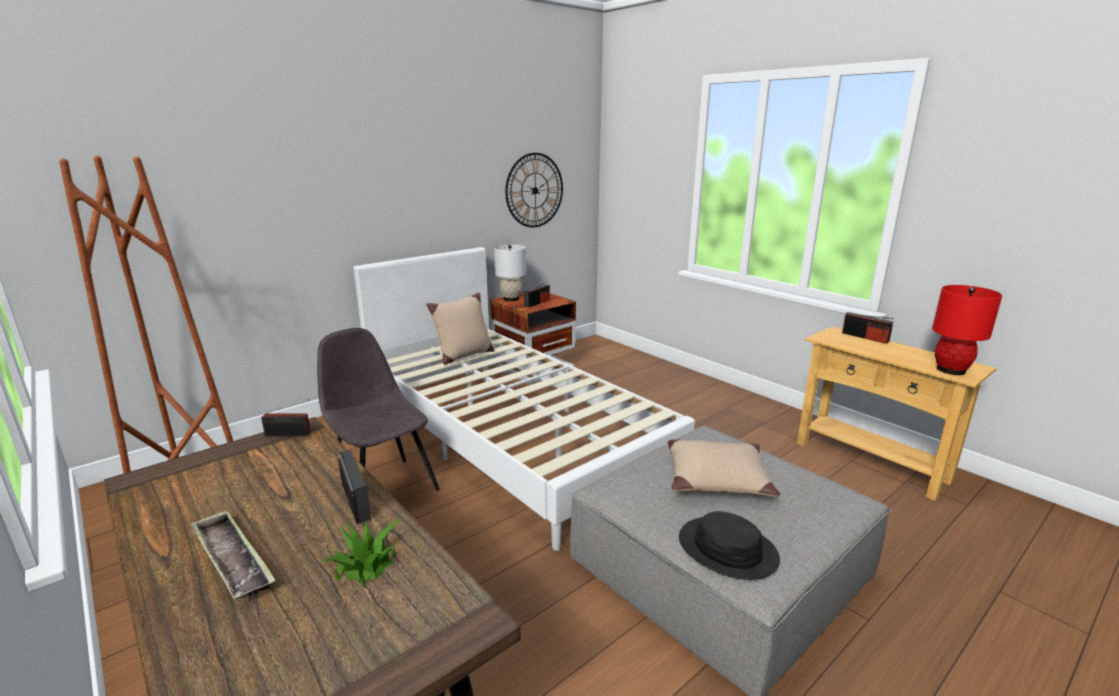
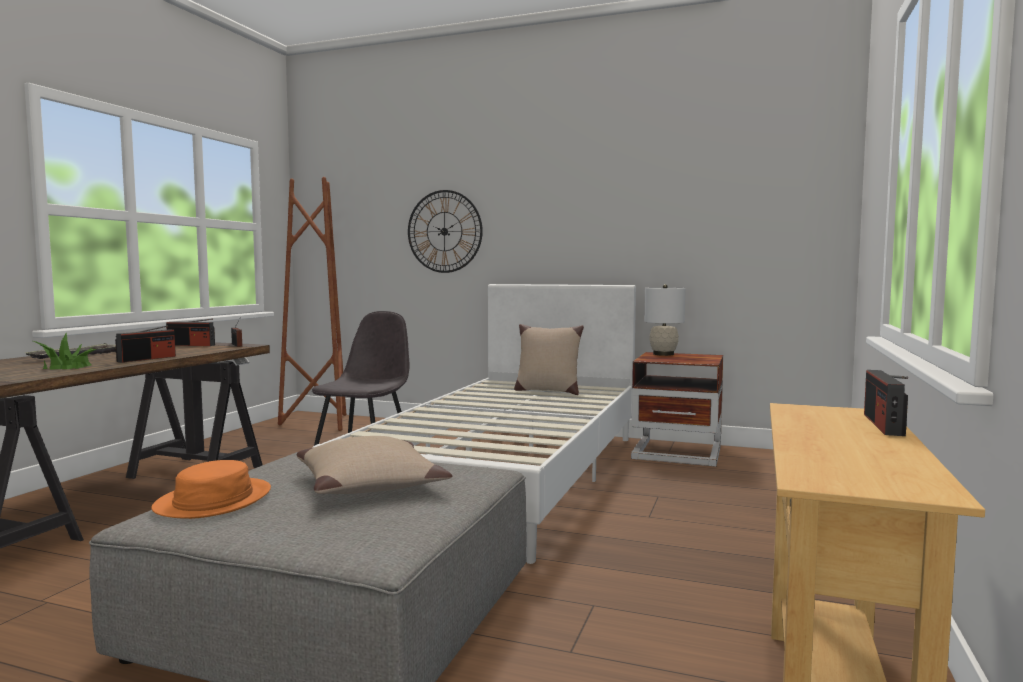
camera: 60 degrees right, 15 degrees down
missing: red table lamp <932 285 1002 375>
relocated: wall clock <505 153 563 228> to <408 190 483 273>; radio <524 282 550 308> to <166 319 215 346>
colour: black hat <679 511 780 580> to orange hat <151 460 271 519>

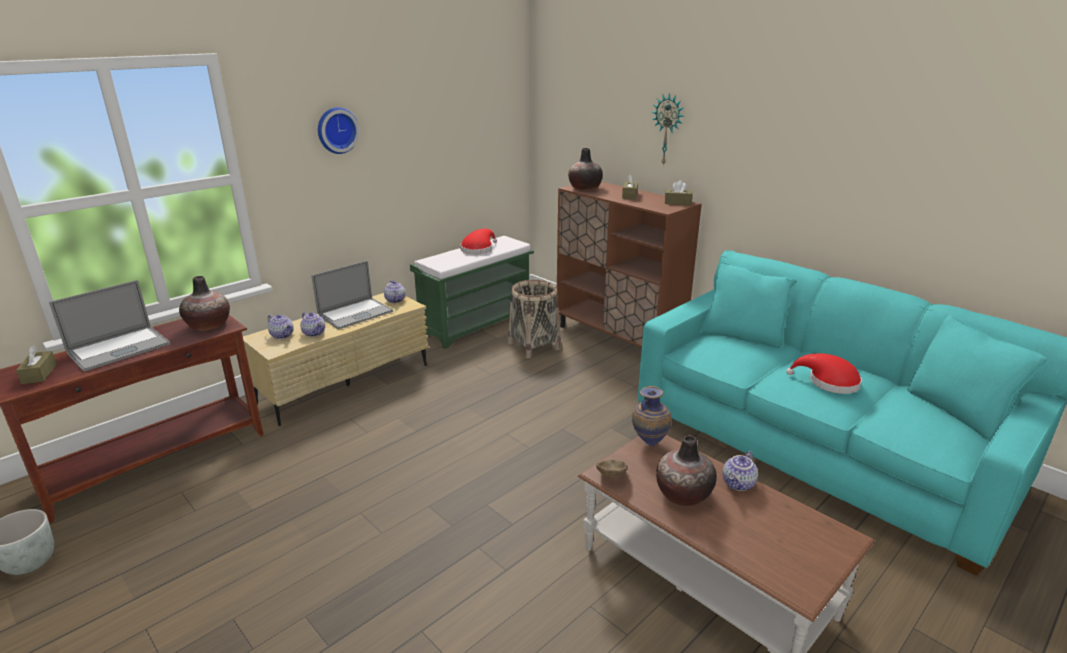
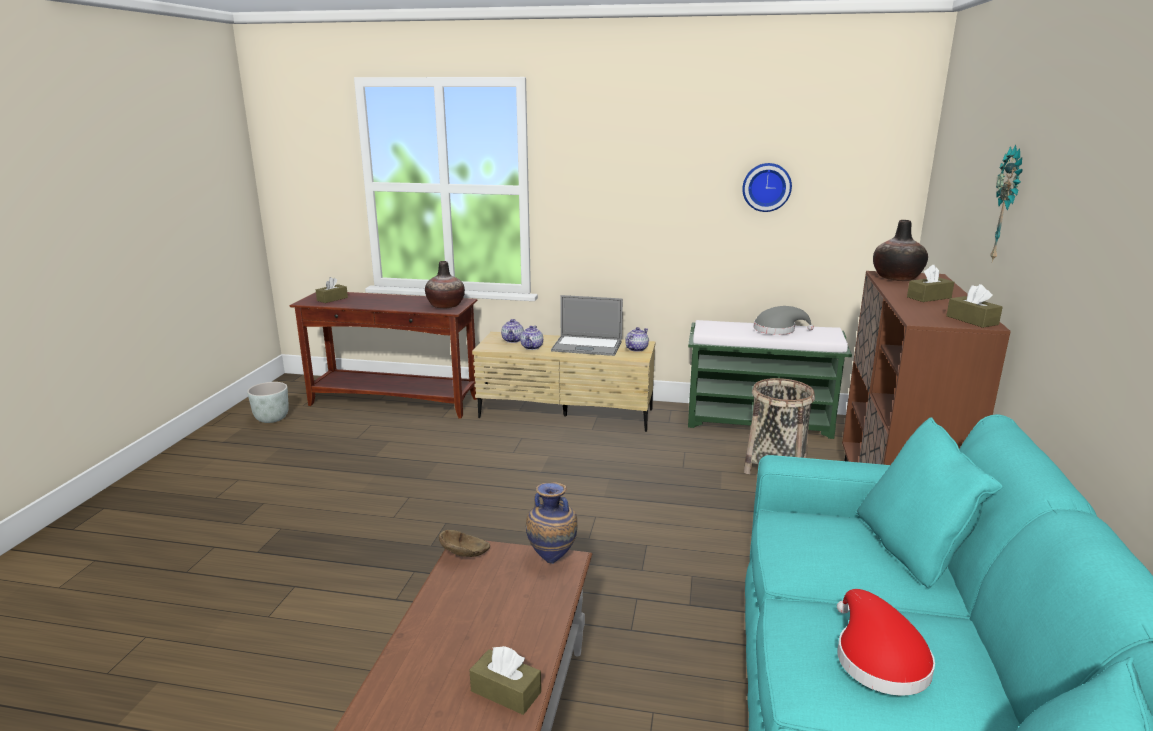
camera: 55 degrees right, 5 degrees down
missing: laptop <49 280 170 372>; vase <656 435 717 506>; teapot <723 451 758 491>
appeared: brown tissue box <470 646 541 715>
relocated: wall clock <318 107 359 154> to <742 163 792 212>
colour: red hat <460 229 497 254> to grey hat <754 306 814 335>

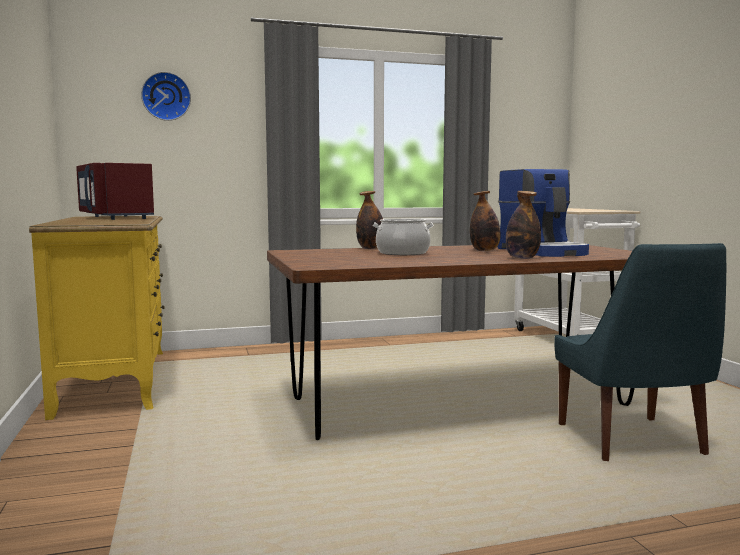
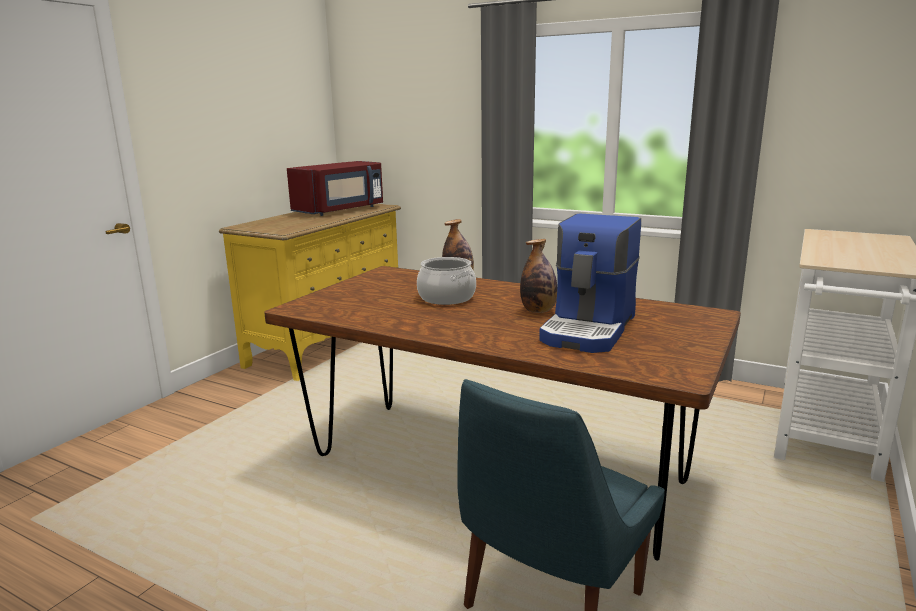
camera: 45 degrees right, 10 degrees up
missing: wall clock <141 72 191 121>; bottle <506 191 541 259>
spun: red microwave <76 163 154 220> = <287 161 383 216> 150 degrees counterclockwise

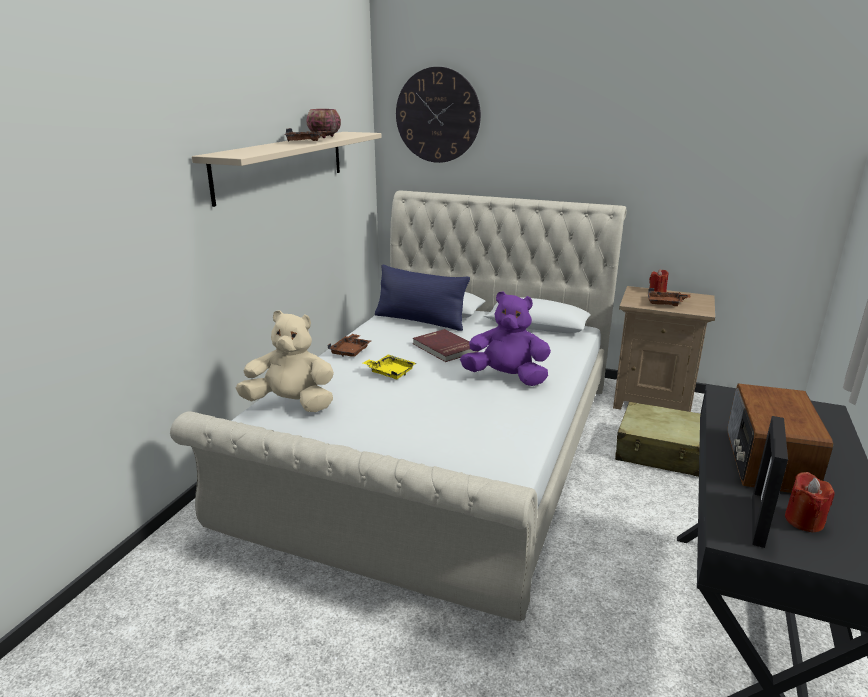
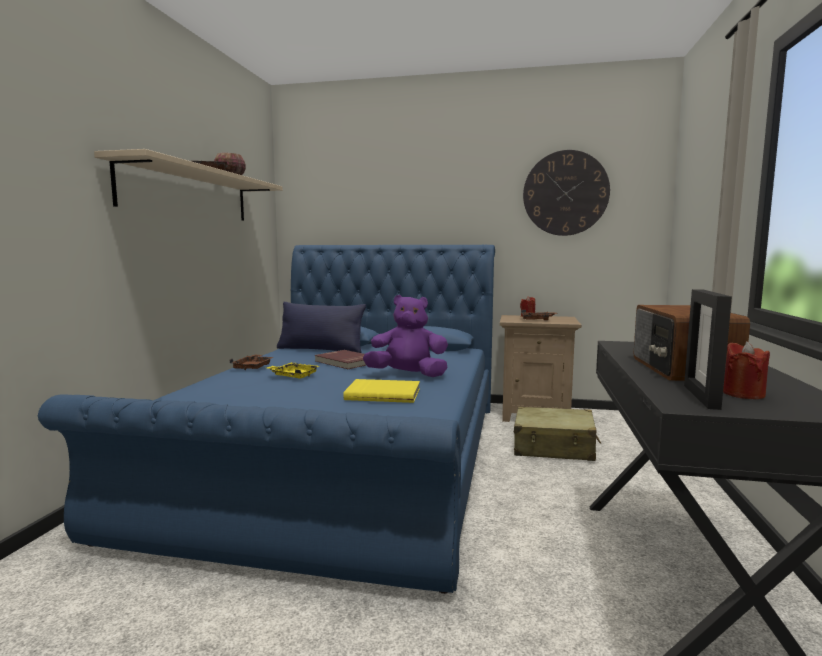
camera: 10 degrees left, 15 degrees down
missing: beige plush toy <236 310 334 412>
appeared: yellow book <343 379 420 403>
relocated: wall clock <396 67 481 163> to <523 150 610 236>
colour: beige bed <170 191 627 622> to blue bed <38 245 495 594>

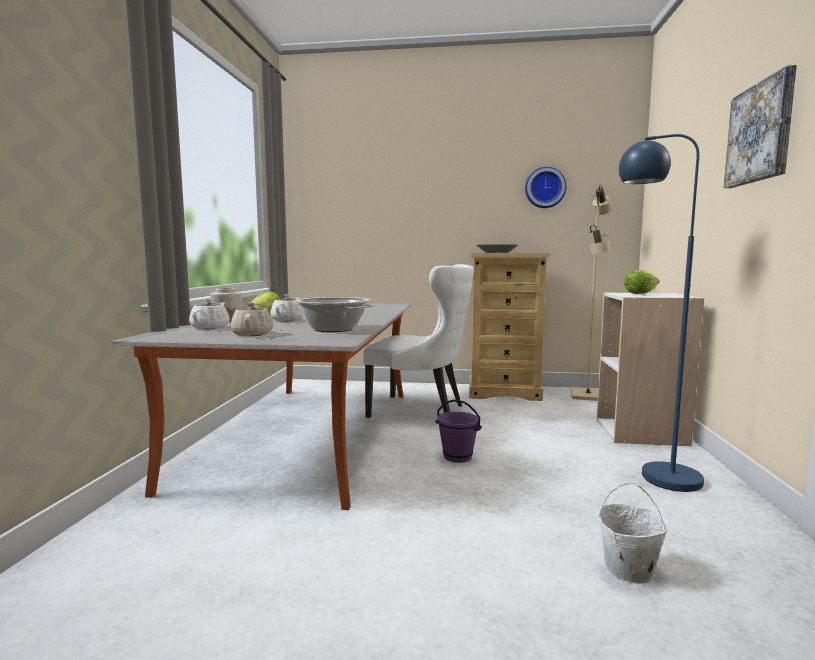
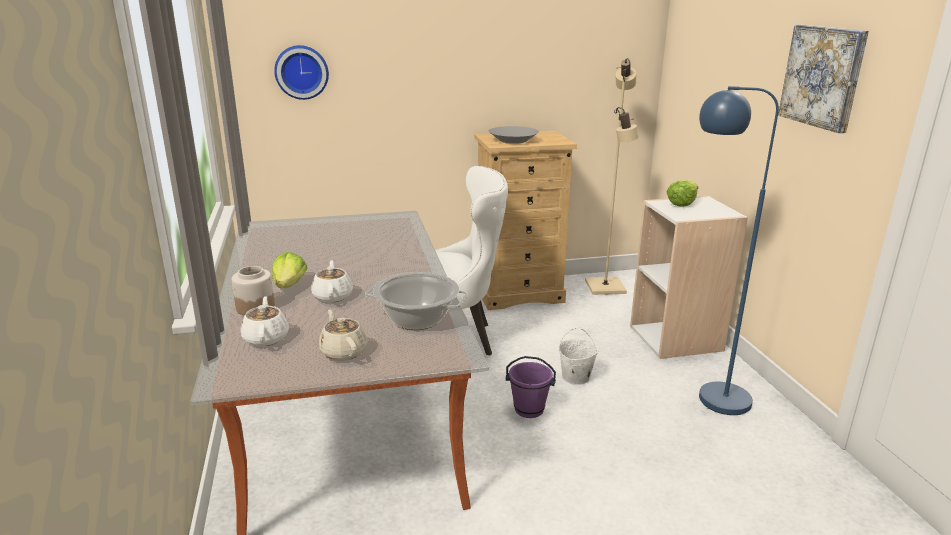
camera: 20 degrees left, 15 degrees up
relocated: wall clock <525 167 567 208> to <274 45 329 100>; white bucket <598 483 669 584> to <559 328 599 385>

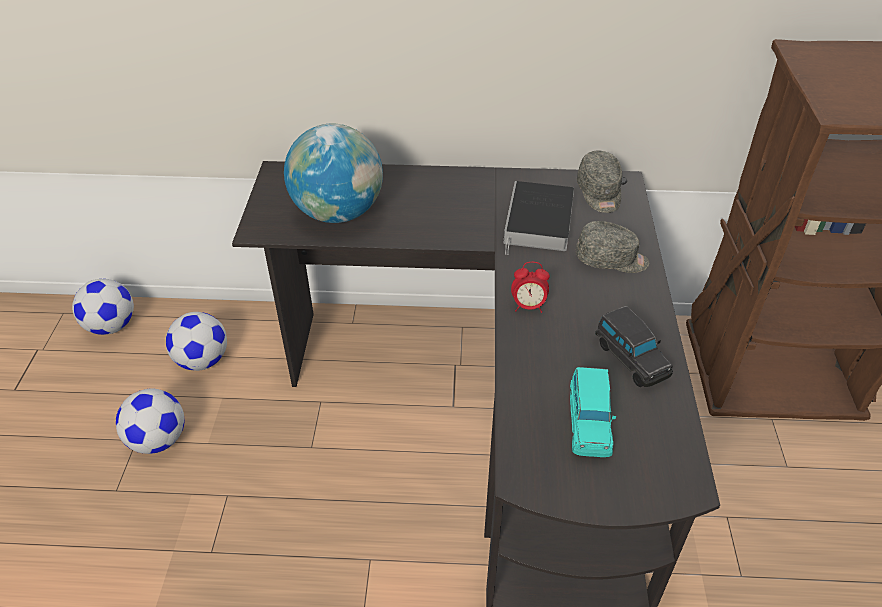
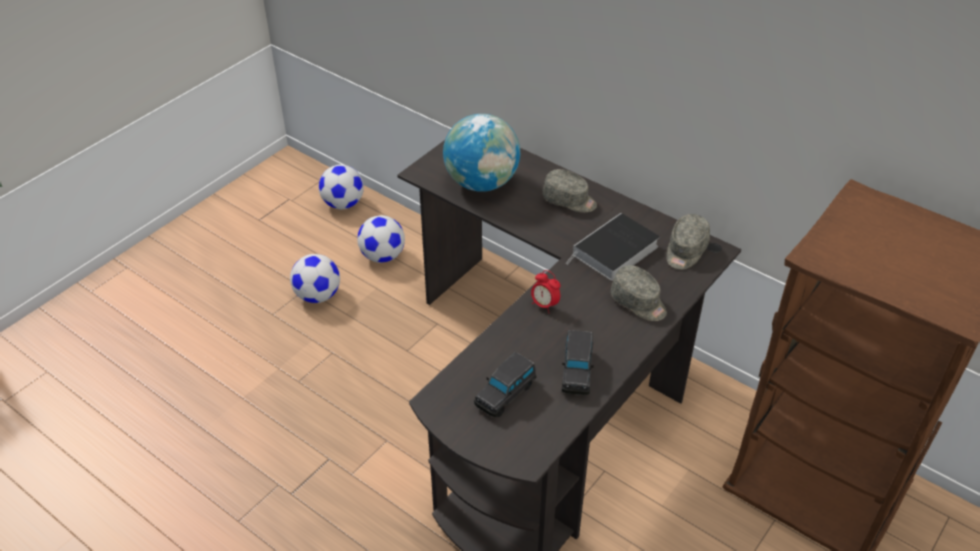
camera: 35 degrees right, 0 degrees up
appeared: grey cap <543 169 597 213>
colour: turquoise toy car <570 367 616 457> to black toy car <474 352 536 417>

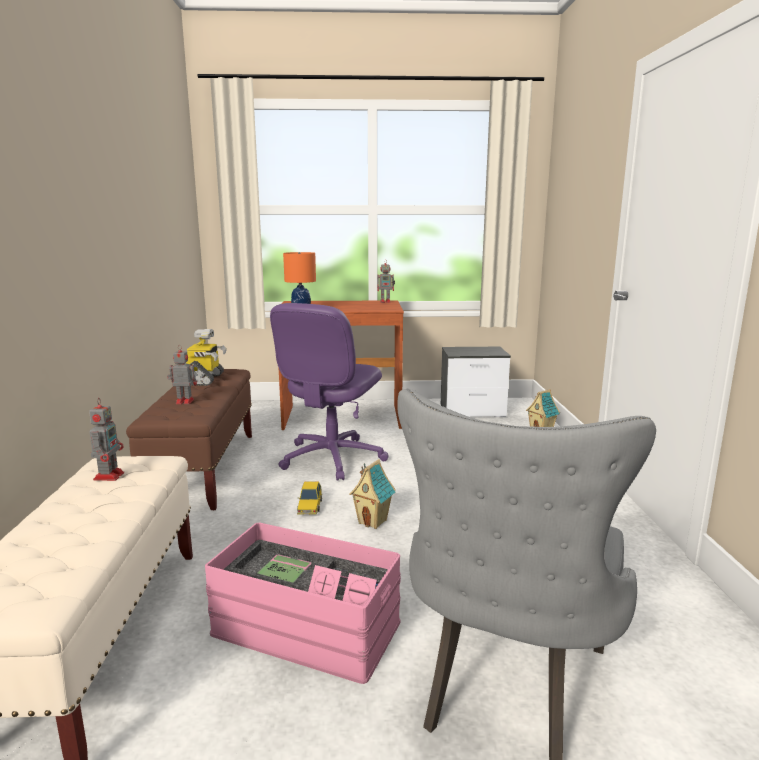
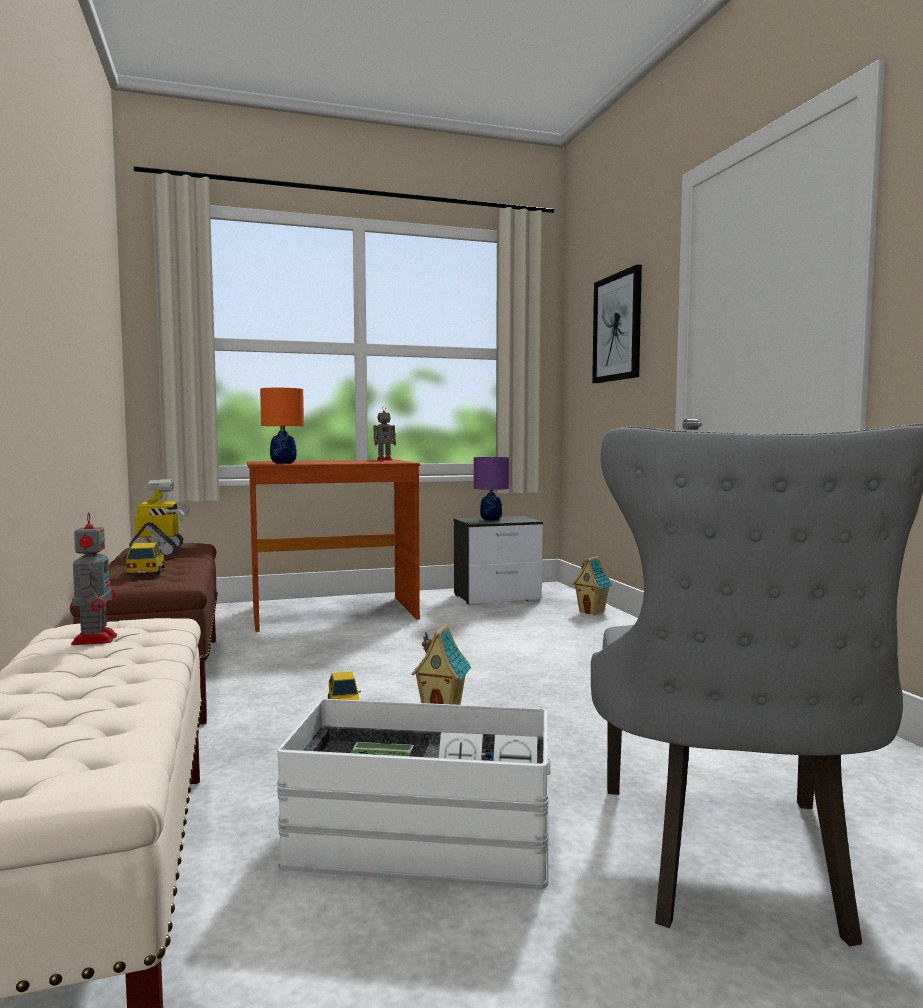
camera: 15 degrees left, 10 degrees down
missing: purple office chair <270 303 389 481>
appeared: picture <592 264 642 383>; purple table lamp <474 456 509 520>
exchanged: toy robot <167 345 197 404> to toy car <126 542 165 575>
colour: pink storage box <205 522 401 684> to white storage box <277 699 551 890>

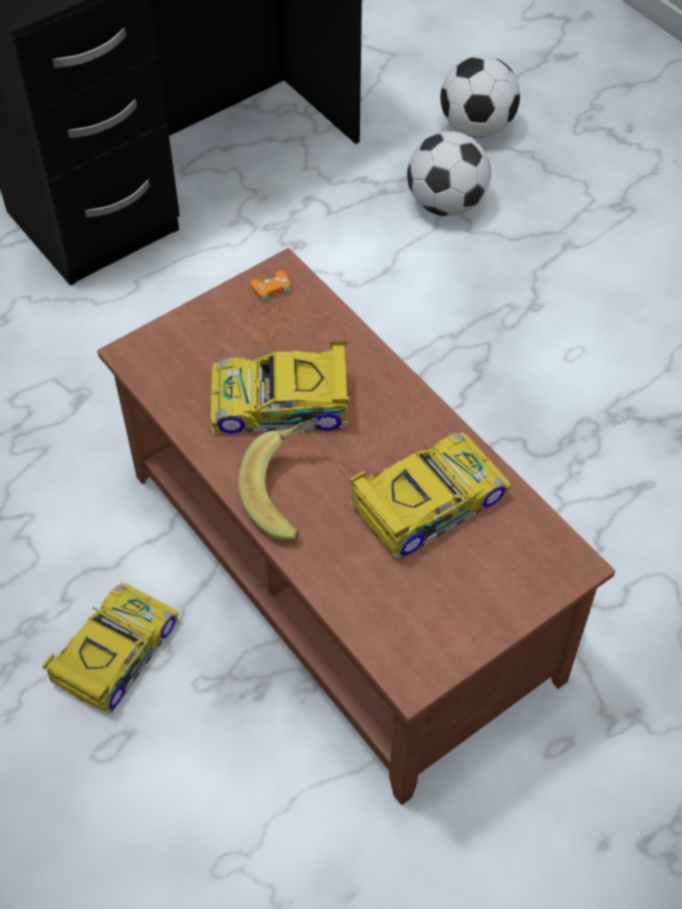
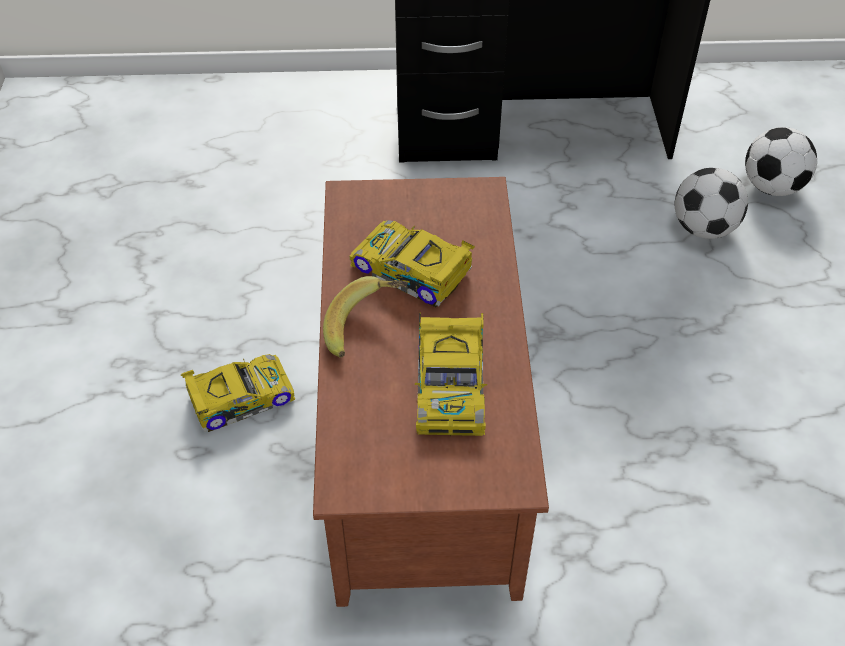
camera: 35 degrees right, 5 degrees down
missing: orange game controller <250 270 334 341>
spun: toy car <349 432 511 559> = <415 312 487 436> 90 degrees clockwise

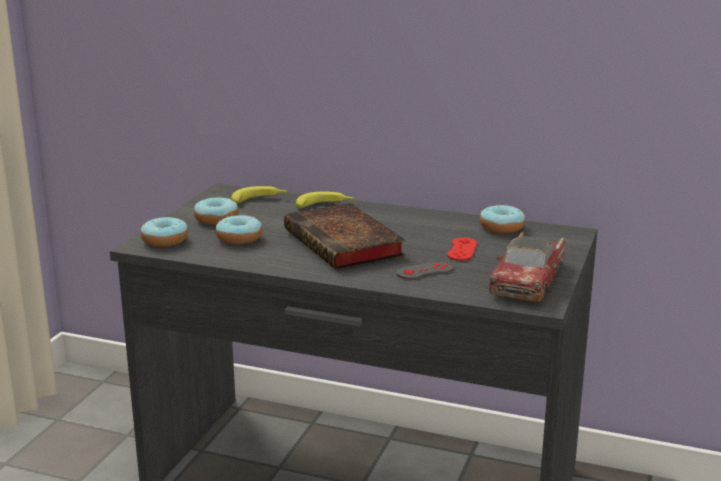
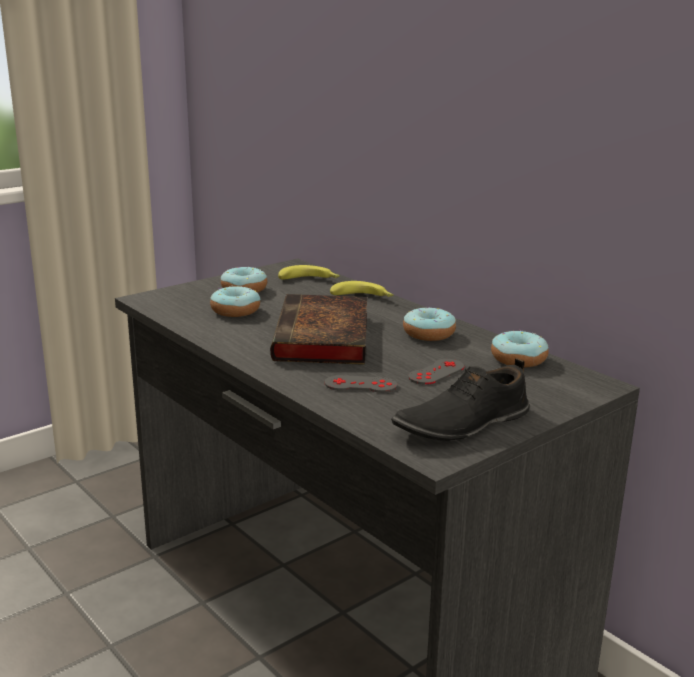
camera: 30 degrees right, 0 degrees up
relocated: donut <141 217 188 247> to <403 307 456 341>
exchanged: toy car <489 232 565 302> to black shoe <391 358 529 441>
colour: red game controller <447 238 477 261> to grey game controller <408 359 464 385>

